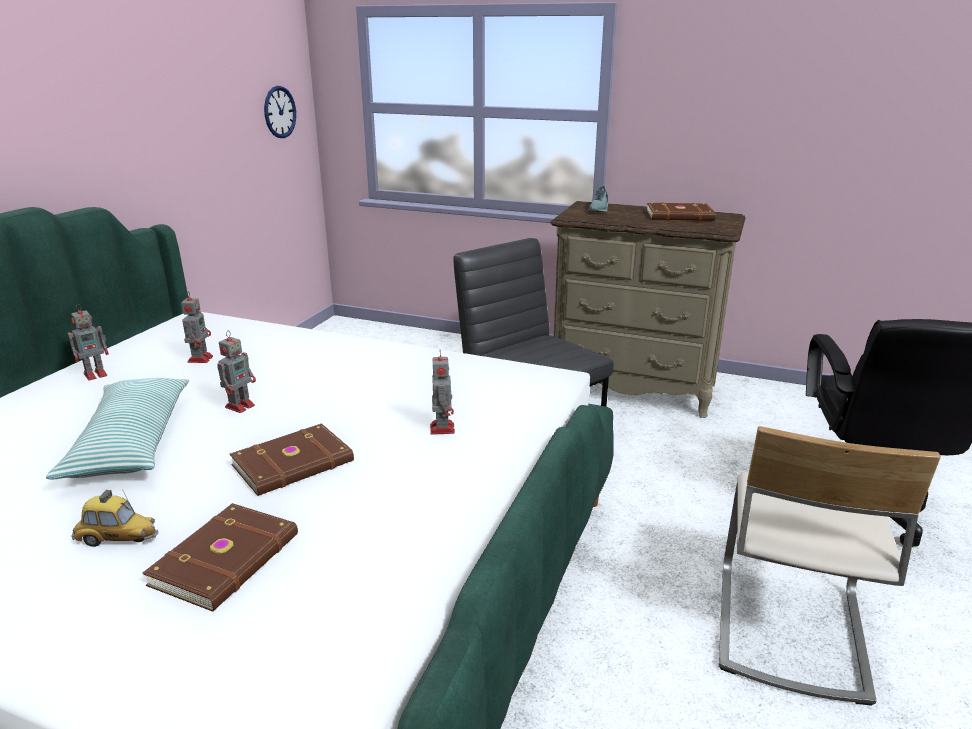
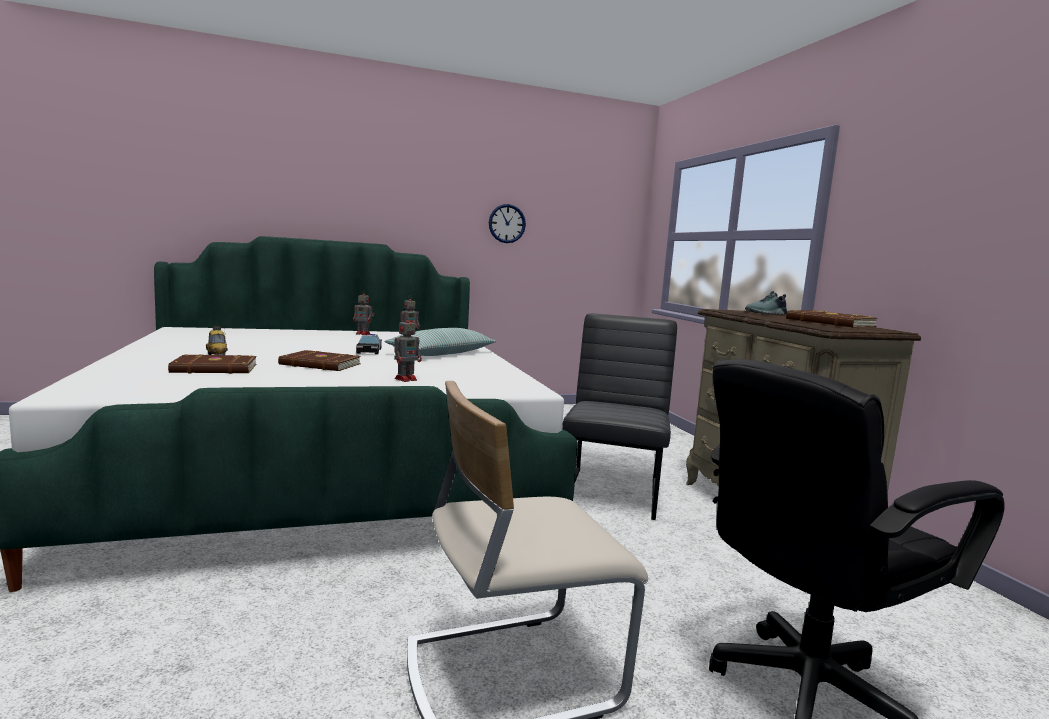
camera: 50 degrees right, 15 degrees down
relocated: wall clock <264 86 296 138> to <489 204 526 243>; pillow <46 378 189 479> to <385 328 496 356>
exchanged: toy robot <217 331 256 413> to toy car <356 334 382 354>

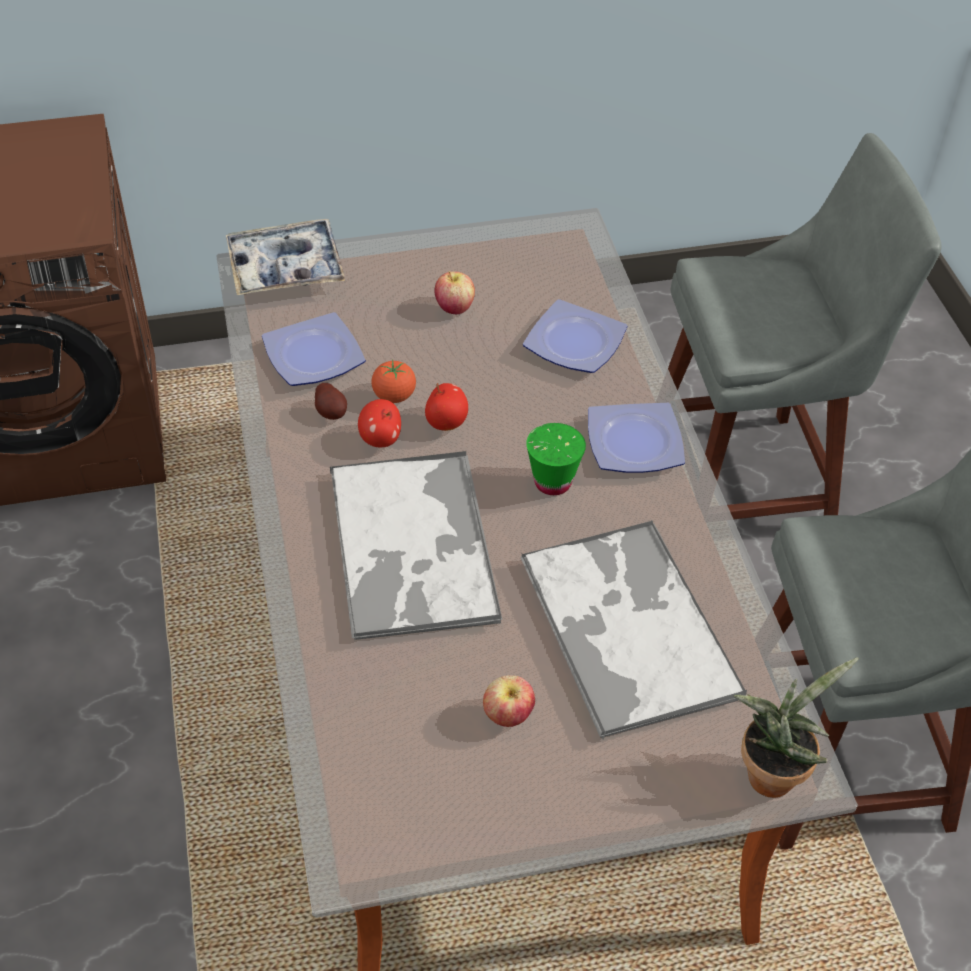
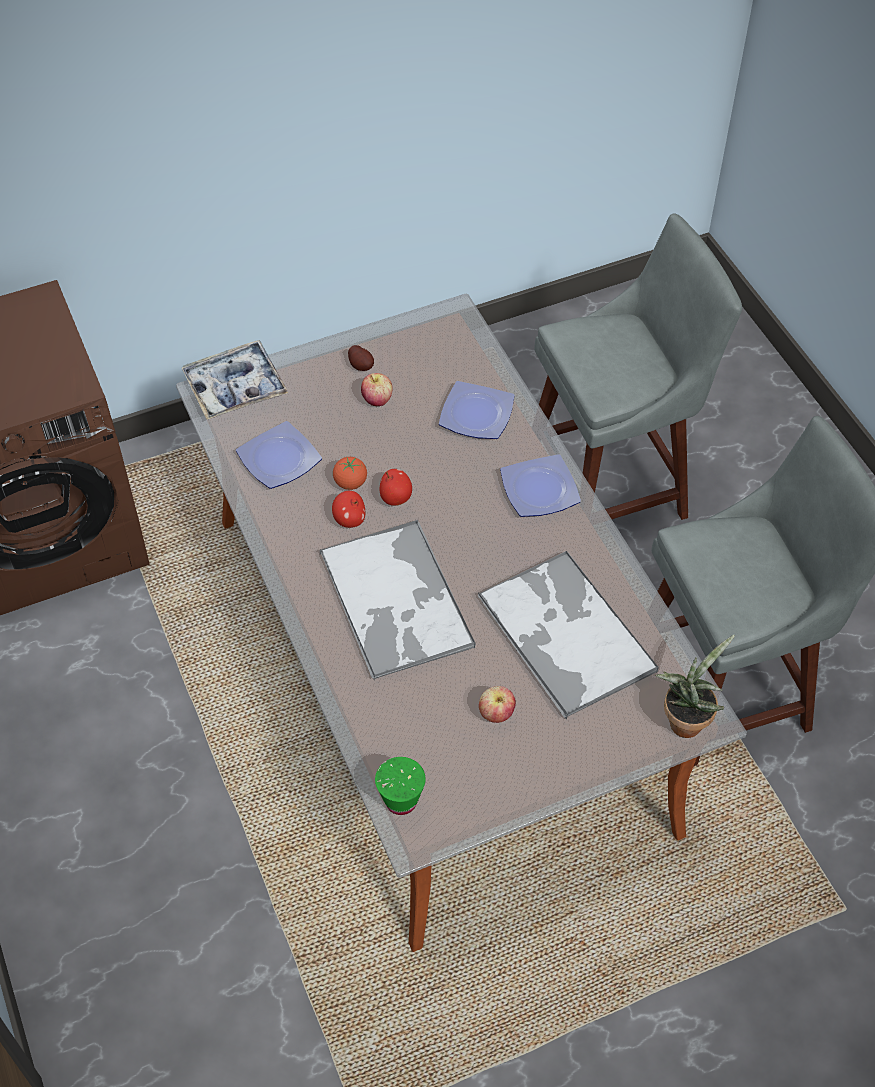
camera: 10 degrees left, 5 degrees up
relocated: potato <315 383 347 420> to <348 345 374 371>; green cup <526 423 586 495> to <375 757 426 815>

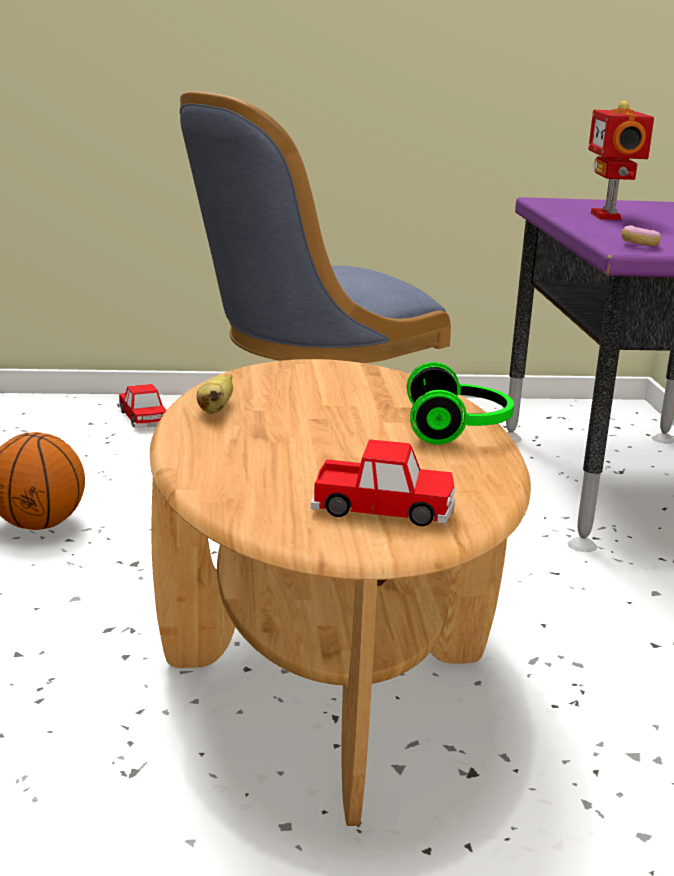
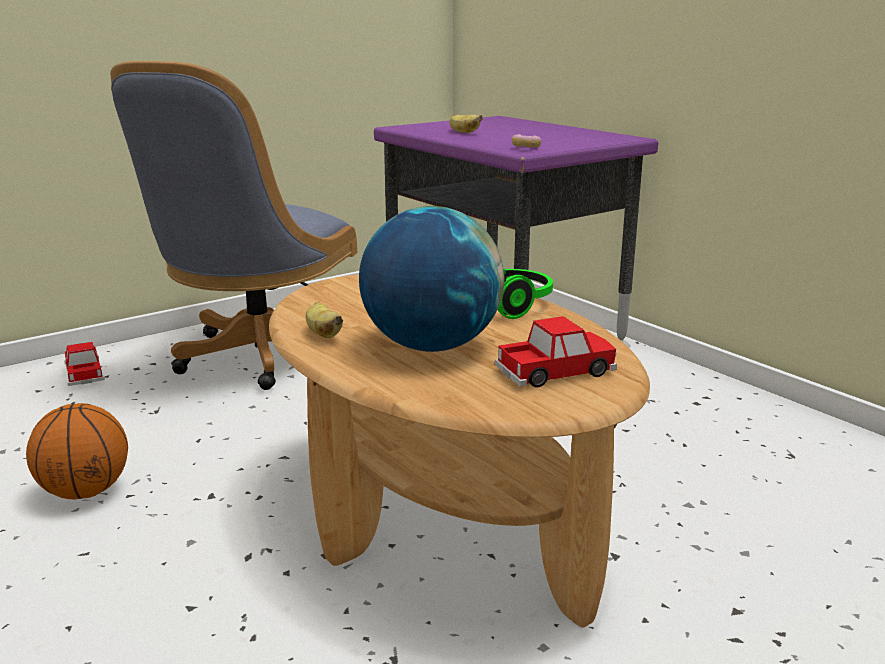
camera: 30 degrees left, 0 degrees up
appeared: globe <359 206 504 352>
exchanged: toy robot <588 101 654 220> to banana <450 115 483 133>
spun: toy car <117 384 167 428> = <64 342 105 386> 150 degrees counterclockwise

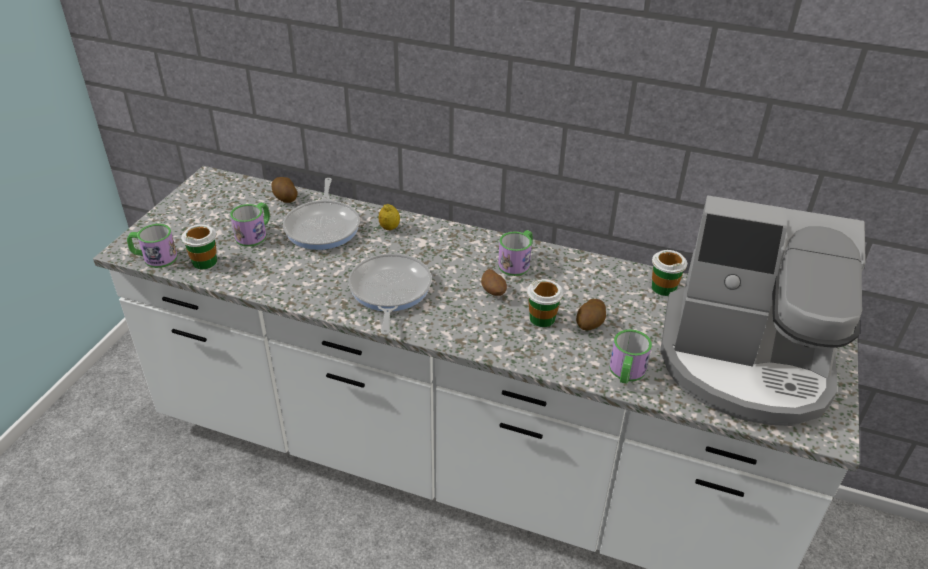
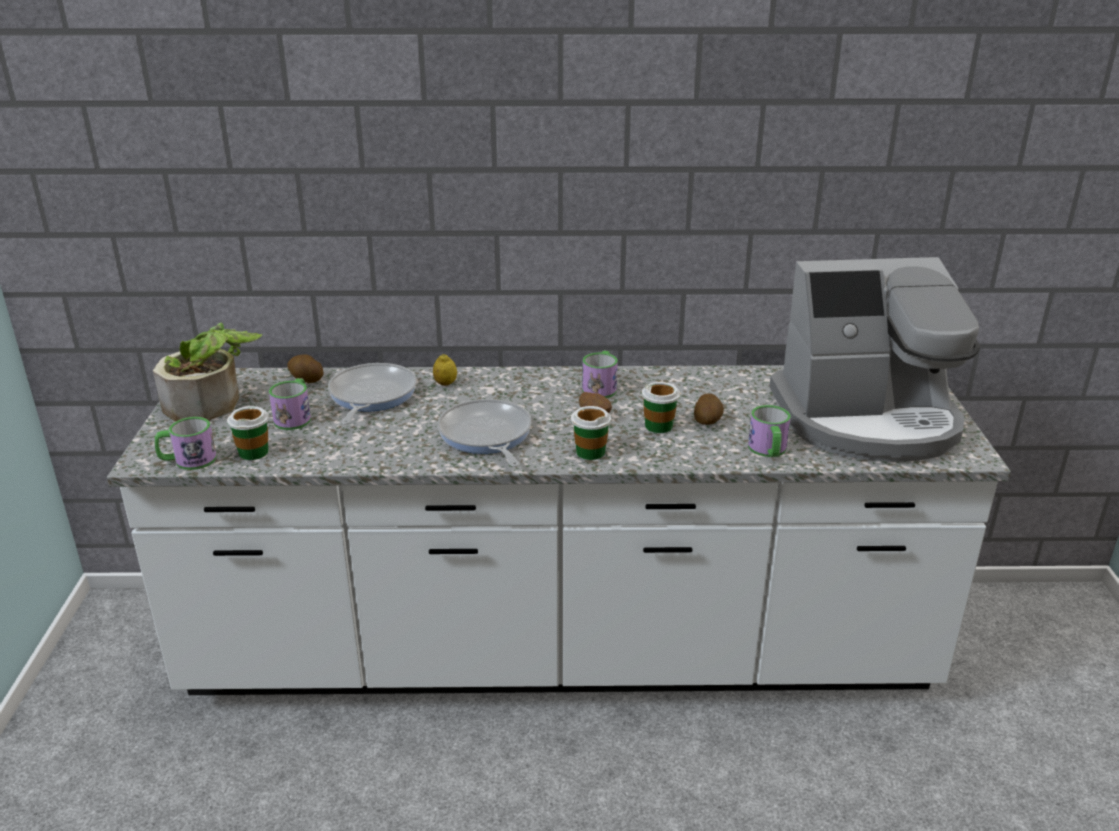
camera: 20 degrees left, 10 degrees down
appeared: potted plant <153 322 262 422>
relocated: cup <652 250 687 296> to <571 406 611 460>
spun: frying pan <283 178 360 250> = <328 363 417 425> 150 degrees counterclockwise

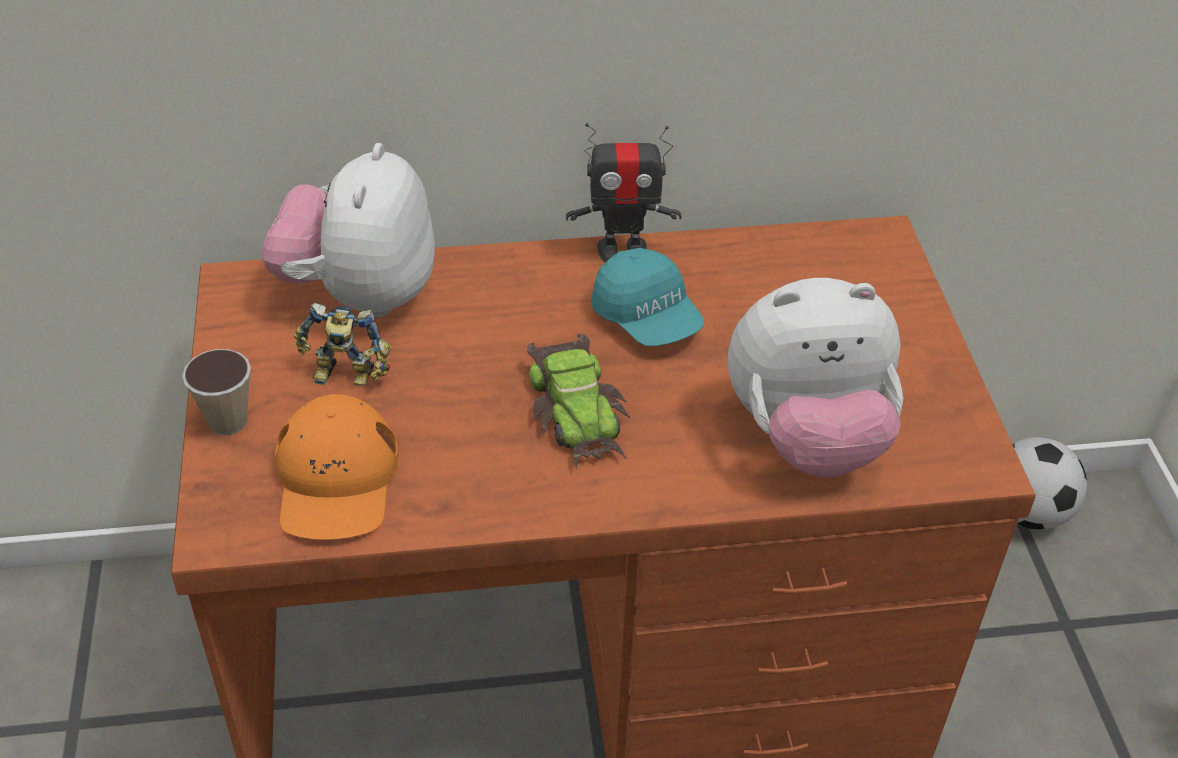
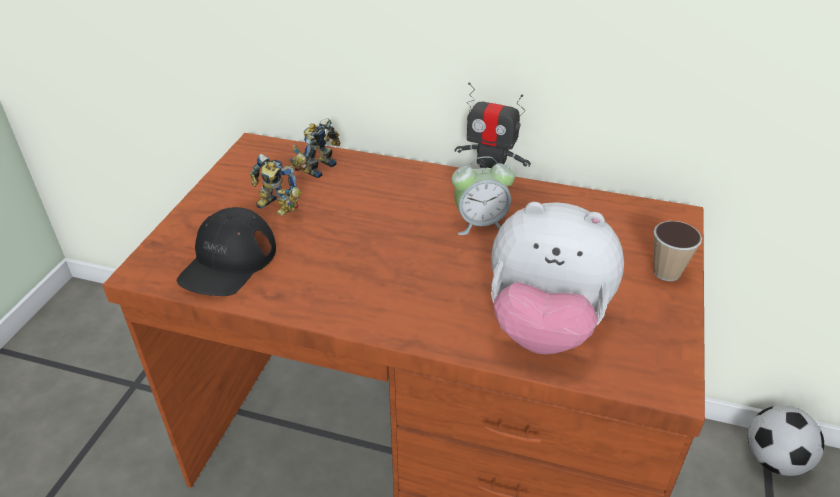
camera: 25 degrees right, 5 degrees down
missing: toy car <527 334 631 469>
relocated: cup <182 349 251 435> to <653 221 702 281>
exchanged: plush toy <261 143 435 317> to toy robot <289 118 340 178>; turquoise cap <591 248 704 346> to alarm clock <451 156 515 235>
colour: orange cap <275 394 398 540> to black cap <177 207 276 296>

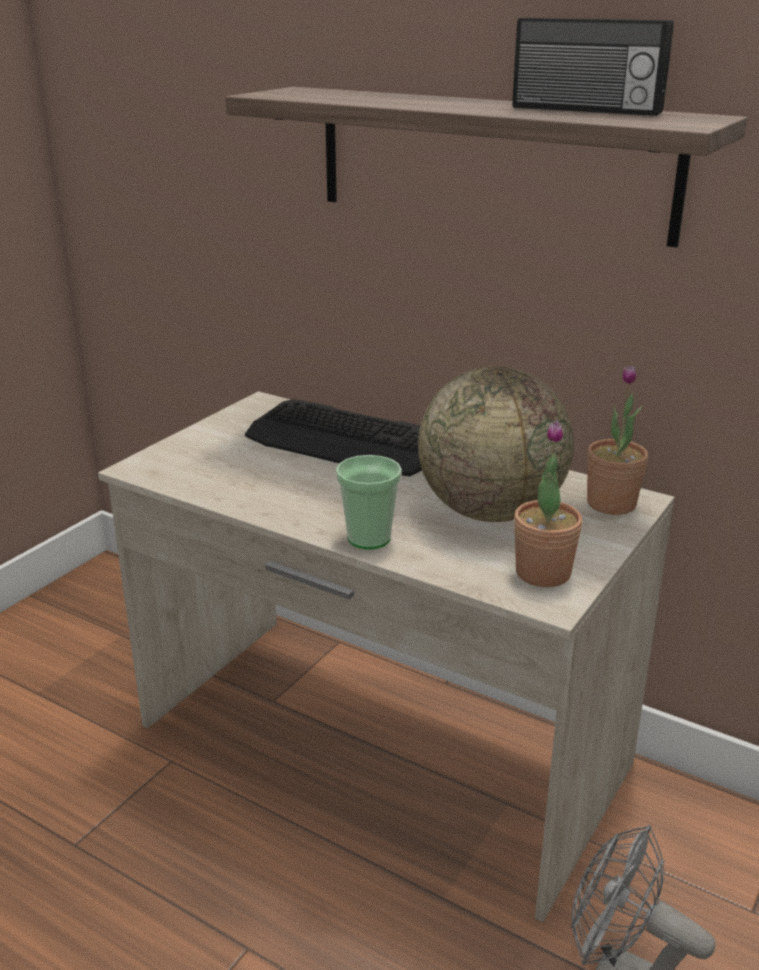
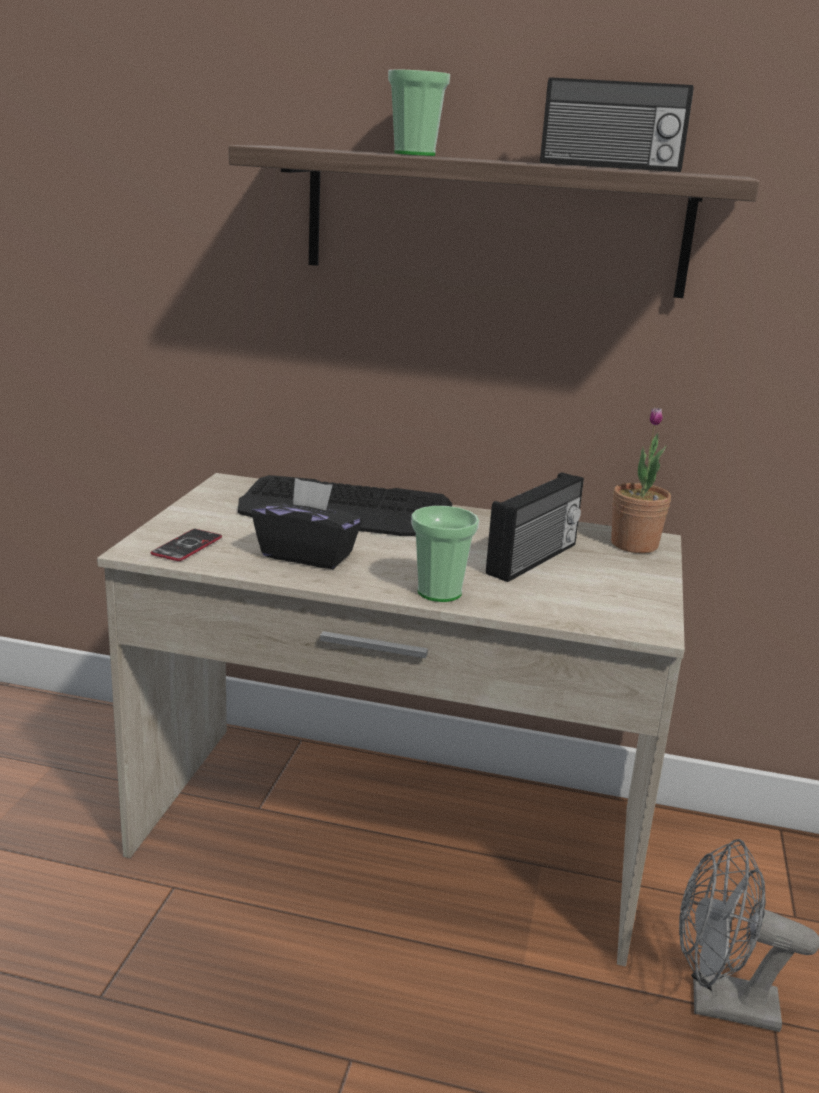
camera: 20 degrees left, 5 degrees down
missing: potted plant <514 421 582 587>
appeared: cup <388 70 450 156>; black tissue box <252 478 363 569>; phone <151 529 222 561>
exchanged: globe <418 366 574 522> to radio <486 472 584 582>

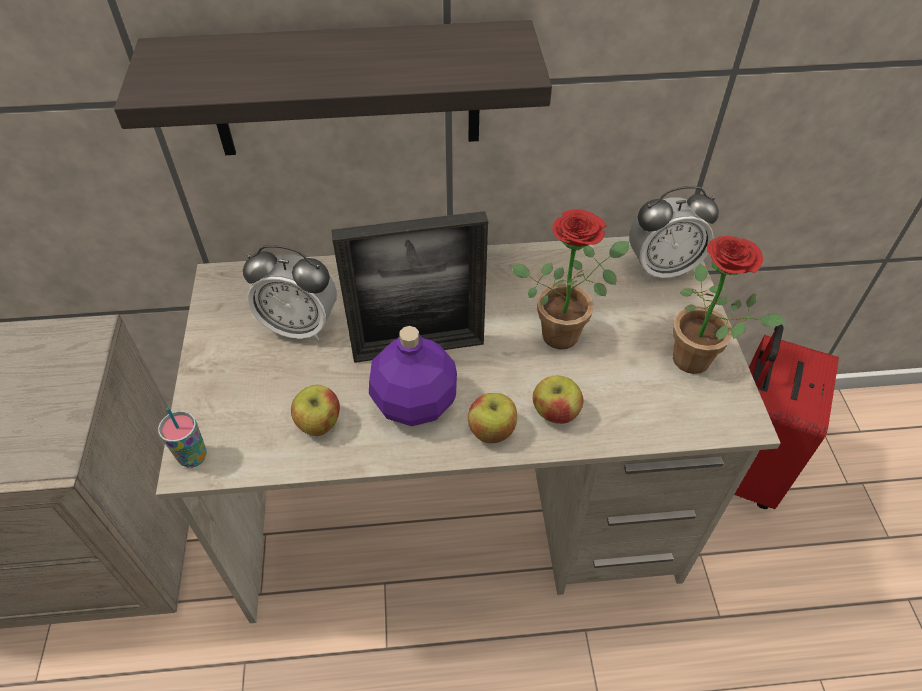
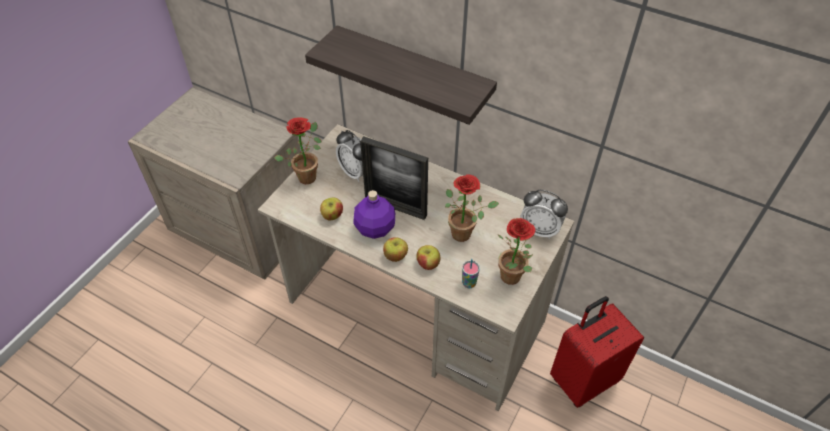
camera: 35 degrees right, 0 degrees up
appeared: potted plant <274 117 322 184>
relocated: cup <158 408 207 468> to <462 259 480 288>

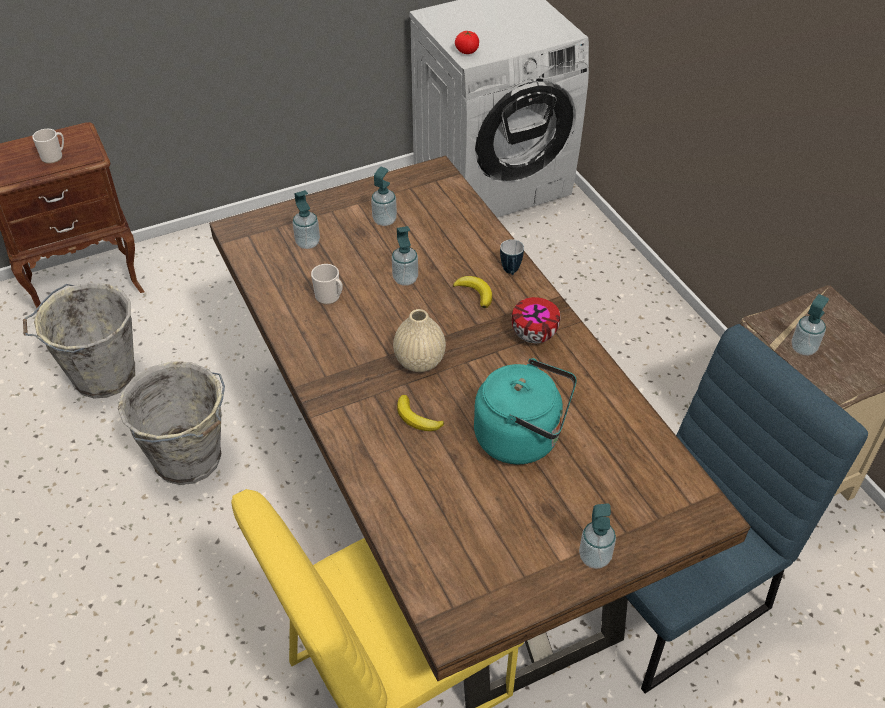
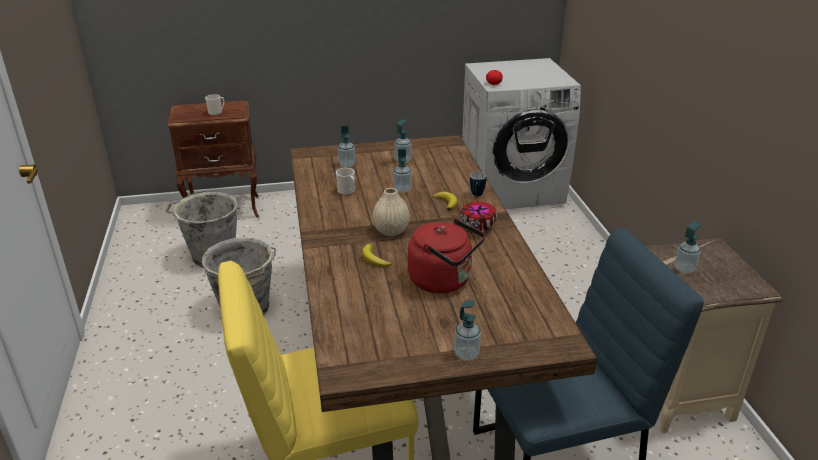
camera: 15 degrees right, 15 degrees down
colour: turquoise kettle <474 358 577 464> to red kettle <408 219 485 293>

